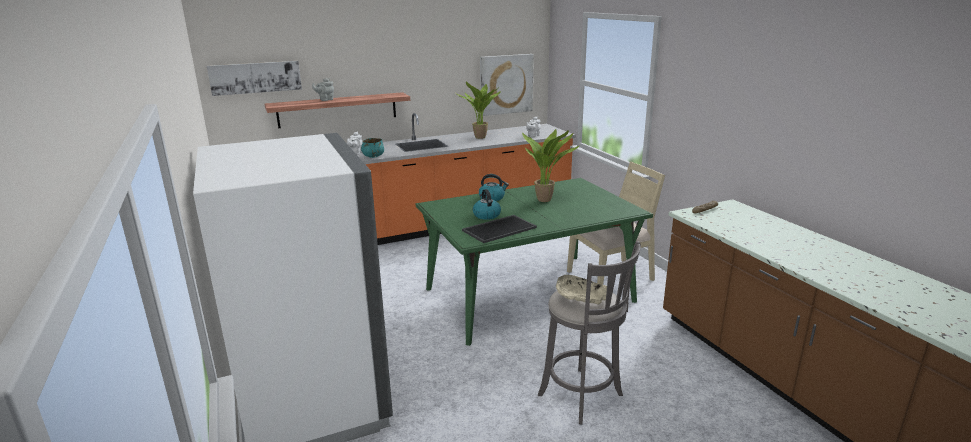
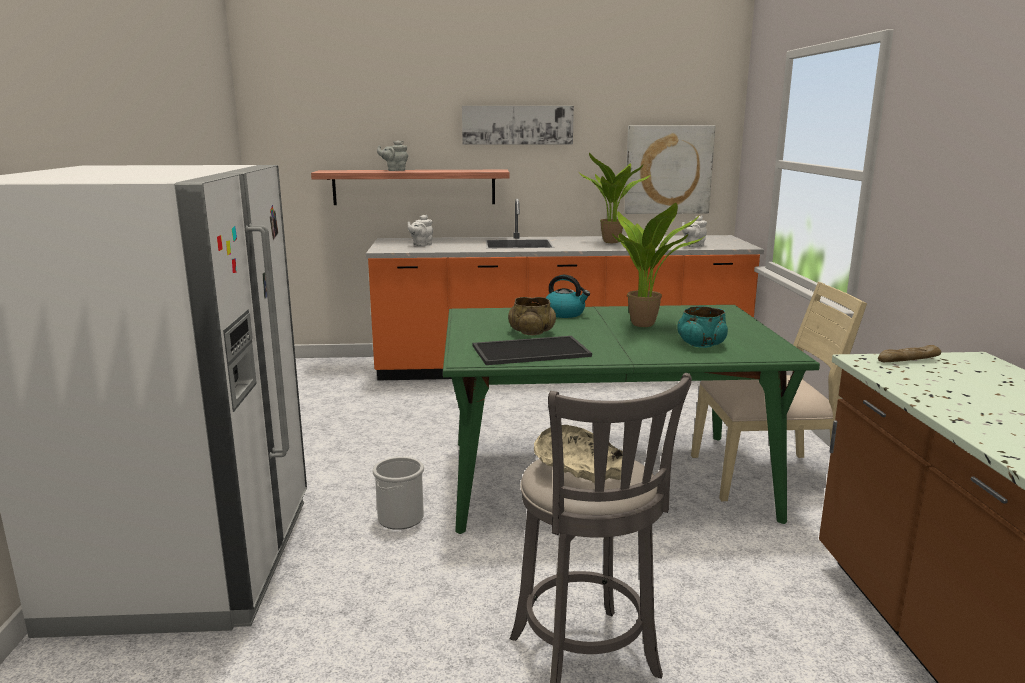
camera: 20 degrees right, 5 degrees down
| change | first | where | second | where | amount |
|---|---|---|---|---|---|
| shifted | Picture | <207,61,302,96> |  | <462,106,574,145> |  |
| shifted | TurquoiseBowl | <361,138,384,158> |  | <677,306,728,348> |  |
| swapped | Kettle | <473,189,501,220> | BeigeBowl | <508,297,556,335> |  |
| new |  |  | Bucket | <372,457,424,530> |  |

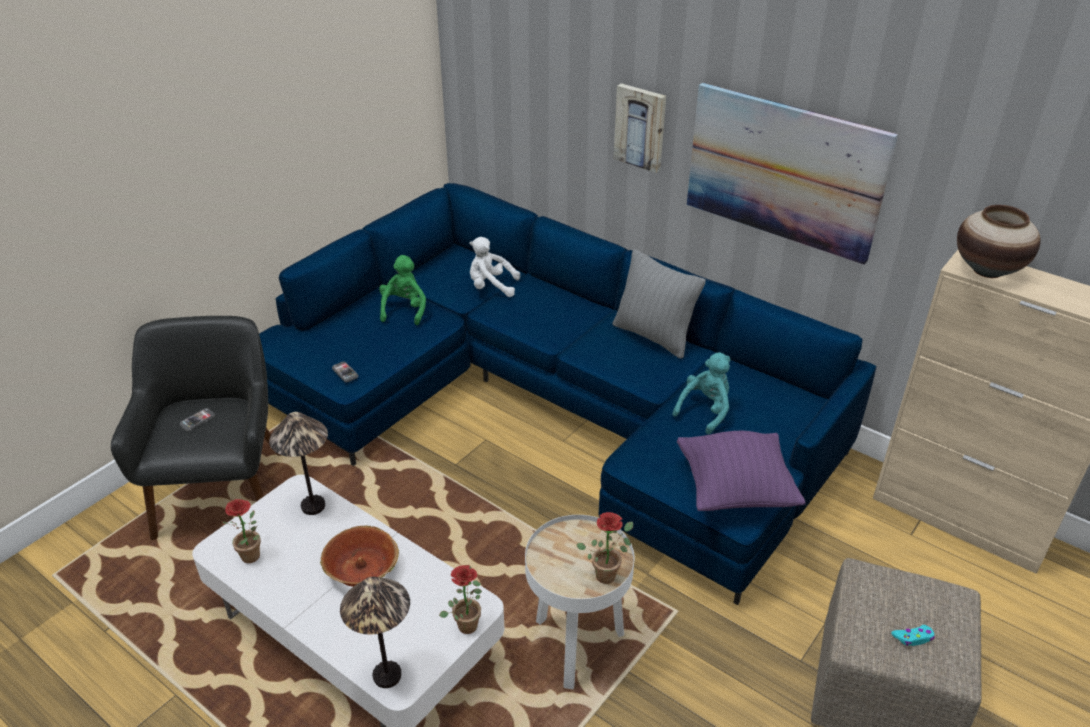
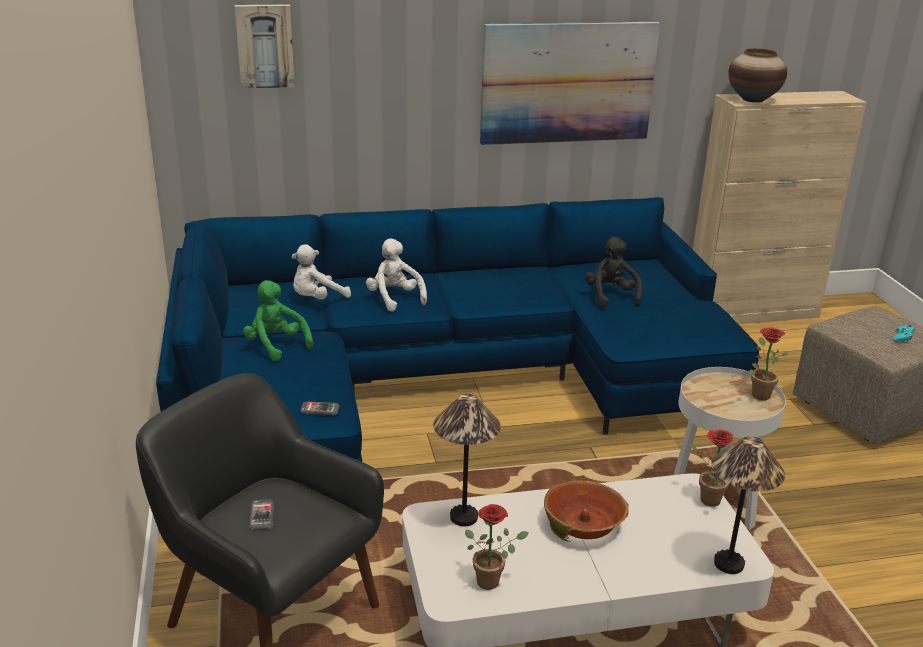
camera: 50 degrees left, 10 degrees down
| change | first | where | second | where | amount |
|---|---|---|---|---|---|
| gone | GreyPillow | <613,249,706,359> |  |  |  |
| shifted | Picture | <614,83,666,173> |  | <235,4,295,89> |  |
| repainted | TurquoisePlushToy | <673,352,731,434> | BlackPlushToy | <585,237,643,307> |  |
| gone | PurplePillow | <677,431,805,511> |  |  |  |
| new |  |  | WhitePlushToy | <366,238,427,312> |  |

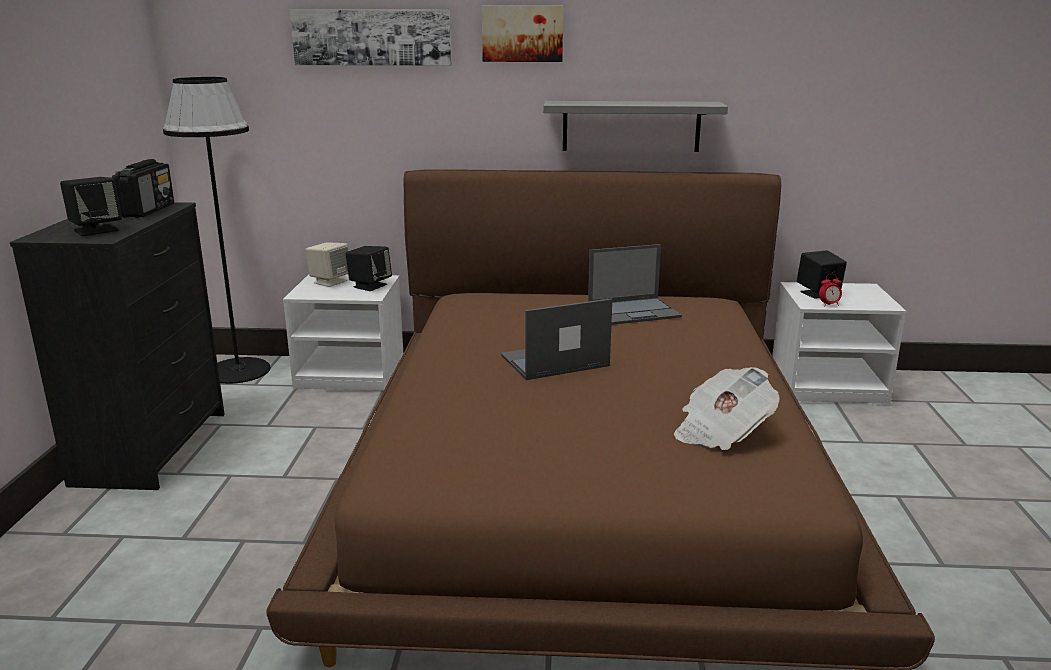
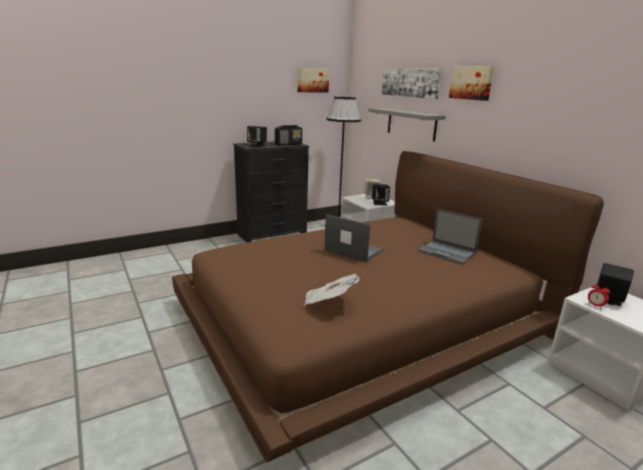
camera: 55 degrees right, 0 degrees up
| change | first | where | second | where | amount |
|---|---|---|---|---|---|
| shifted | GreyShelf | <543,101,728,152> |  | <368,108,446,142> |  |
| new |  |  | Picture | <297,67,329,93> |  |

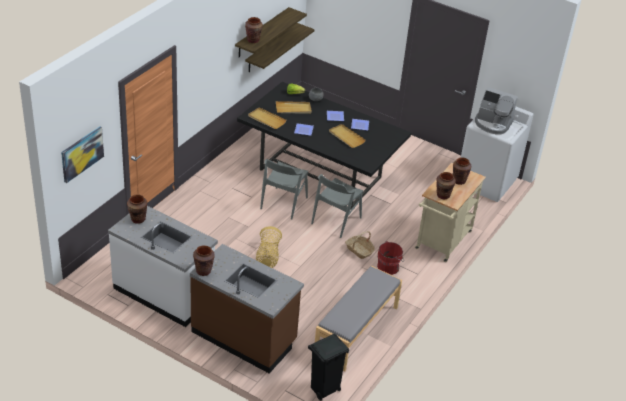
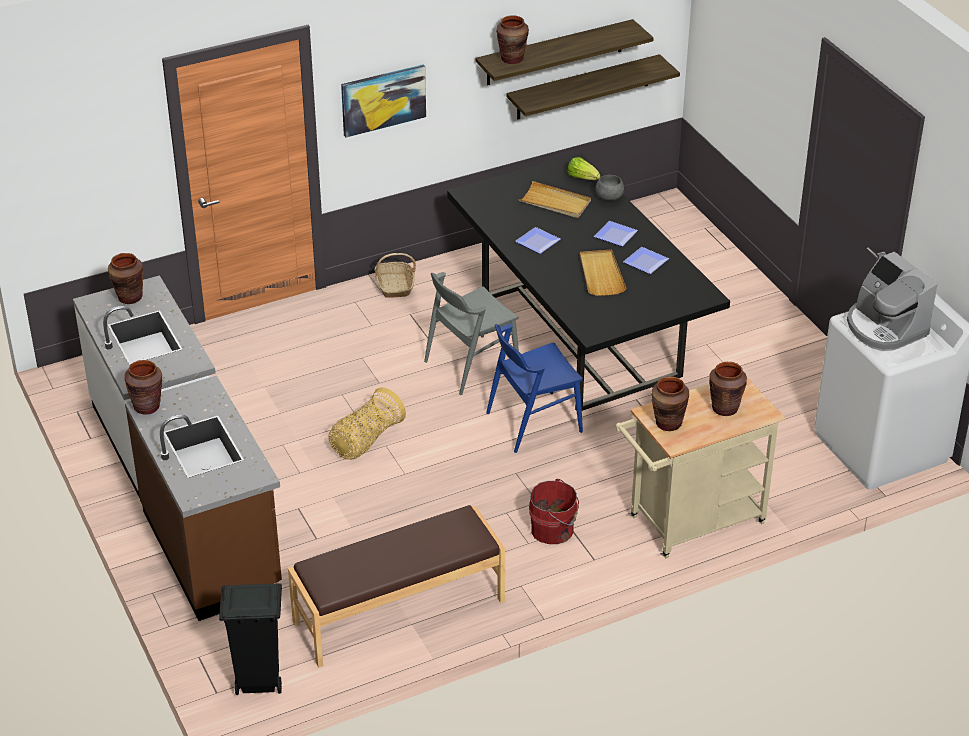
camera: 35 degrees right, 0 degrees up
| change | first | where | second | where | amount |
|---|---|---|---|---|---|
| shifted | Picture | <61,126,104,183> |  | <341,64,426,138> |  |
| gone | BeigeTray | <248,107,286,129> |  |  |  |
| repainted | GreyChair | <311,174,363,238> | BlueChair | <486,324,583,453> |  |
| repainted | GreyBench | <315,266,402,372> | BrownBench | <288,505,505,667> |  |
| shifted | Basket | <345,231,375,259> |  | <374,253,416,298> |  |

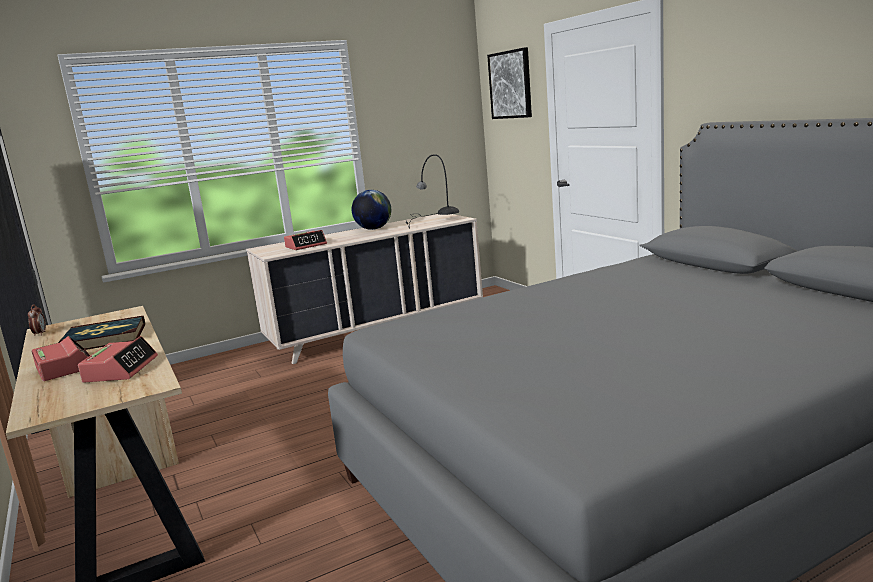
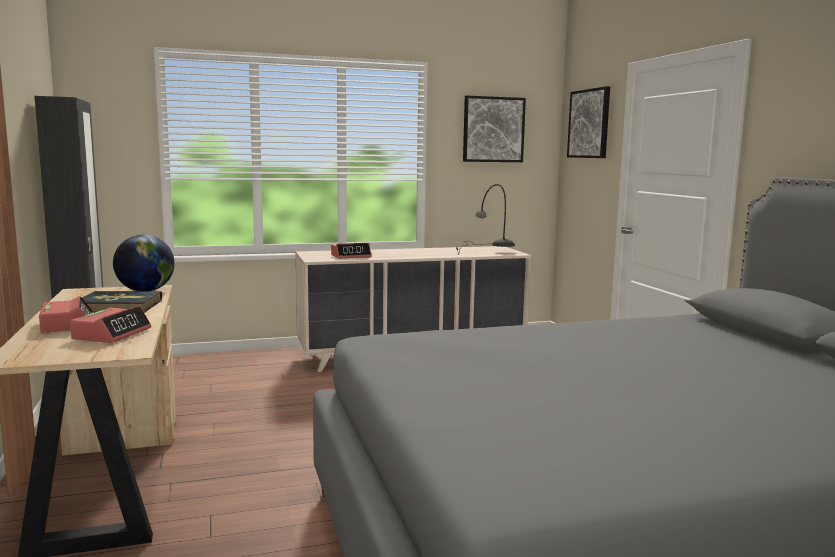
camera: 10 degrees right, 5 degrees down
| change | first | where | second | where | amount |
|---|---|---|---|---|---|
| gone | AlarmClock | <28,305,46,336> |  |  |  |
| shifted | Globe | <352,190,391,230> |  | <113,235,175,291> |  |
| new |  |  | Picture | <463,95,526,162> |  |

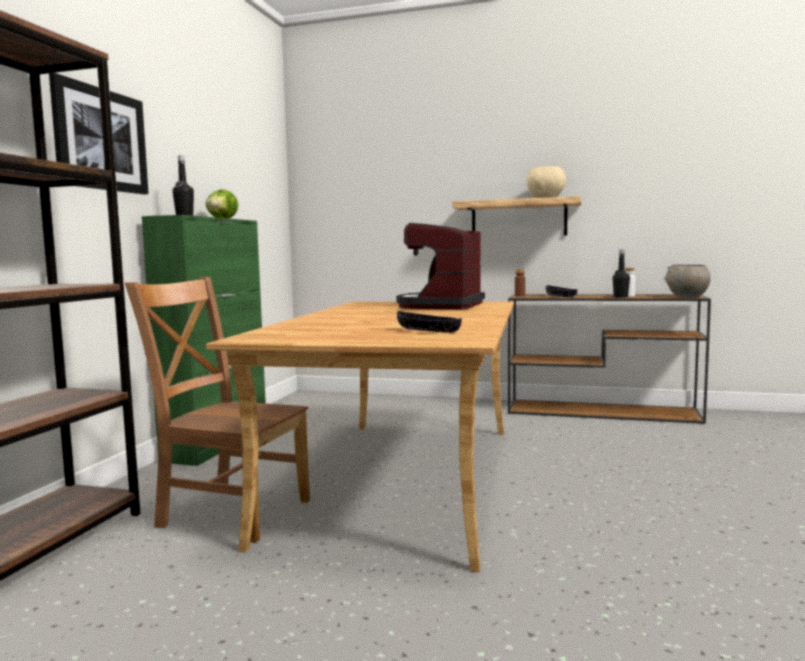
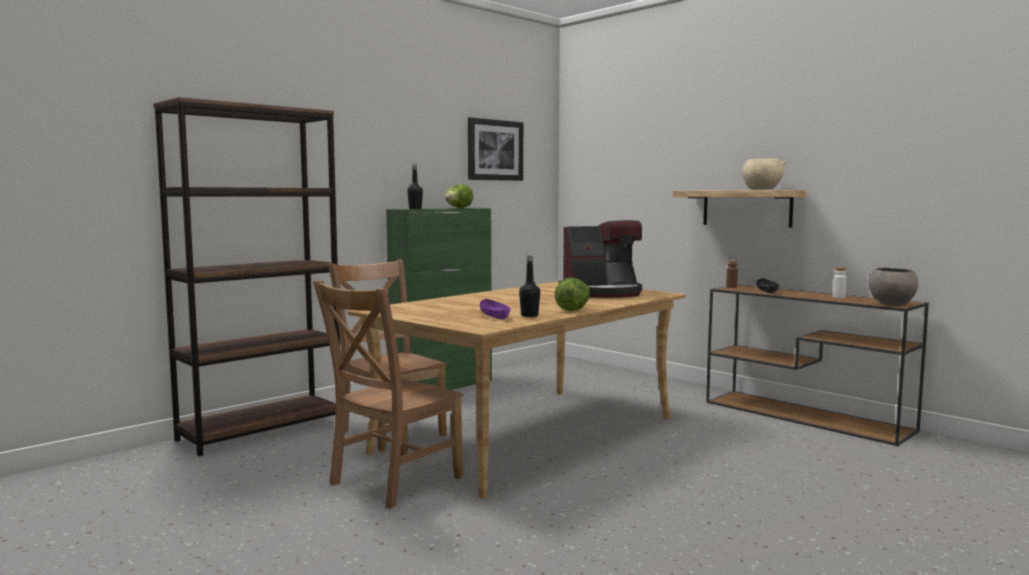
camera: 30 degrees right, 0 degrees up
| change | first | where | second | where | amount |
|---|---|---|---|---|---|
| shifted | Picture | <49,73,149,195> |  | <468,117,523,181> |  |
| rotated | CoffeeMachine | <396,223,485,309> |  | <559,220,642,298> | 150 degrees counterclockwise |
| repainted | BlackBowl | <397,311,462,333> | PurpleBowl | <480,299,510,320> |  |
| shifted | BlackBottle | <613,249,630,298> |  | <519,255,540,317> |  |
| new |  |  | BrownChair | <313,280,464,509> |  |
| new |  |  | Lettuce | <554,277,590,311> |  |

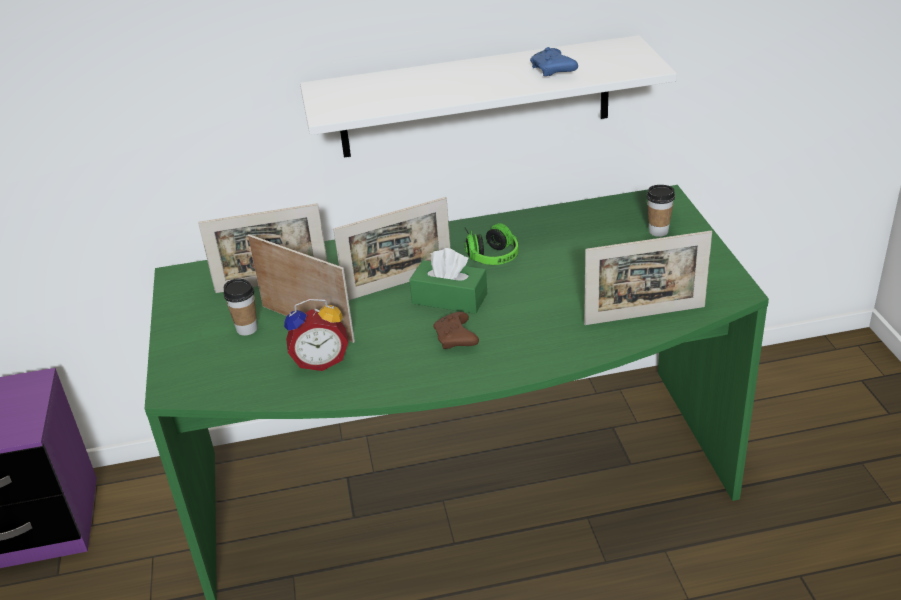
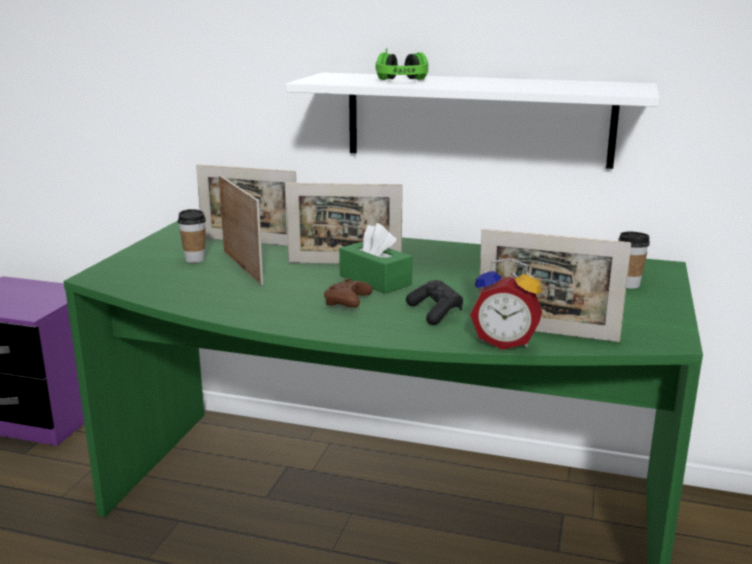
camera: 25 degrees right, 15 degrees down
| change | first | where | second | where | amount |
|---|---|---|---|---|---|
| shifted | AlarmClock | <284,299,348,371> |  | <470,258,542,350> |  |
| shifted | Headphones | <464,223,519,265> |  | <375,48,428,80> |  |
| gone | BlueGameController | <530,47,578,76> |  |  |  |
| new |  |  | BlackGameController | <406,280,463,325> |  |

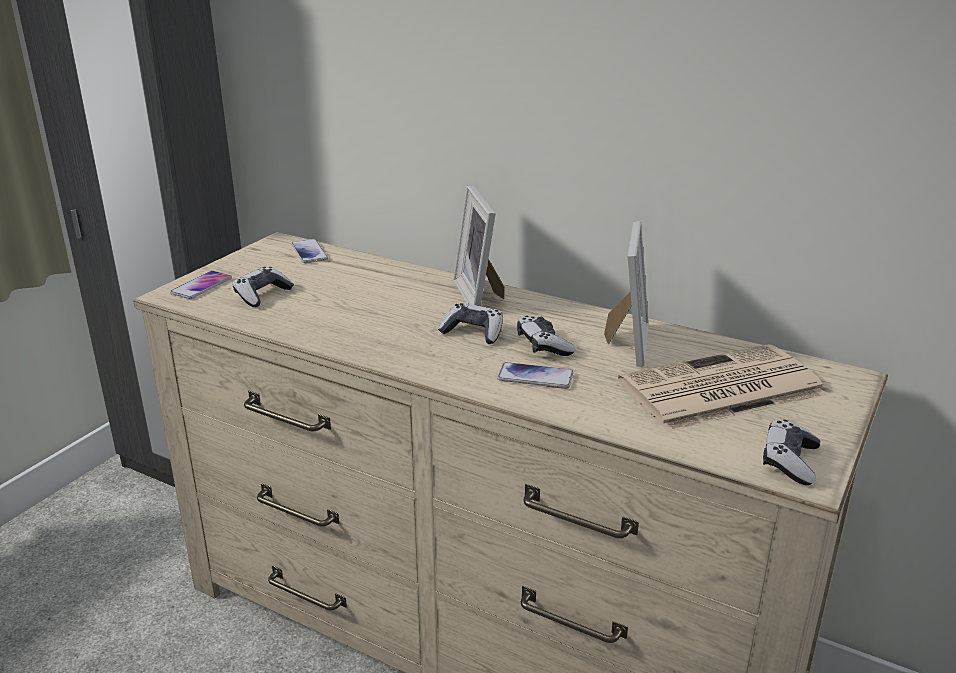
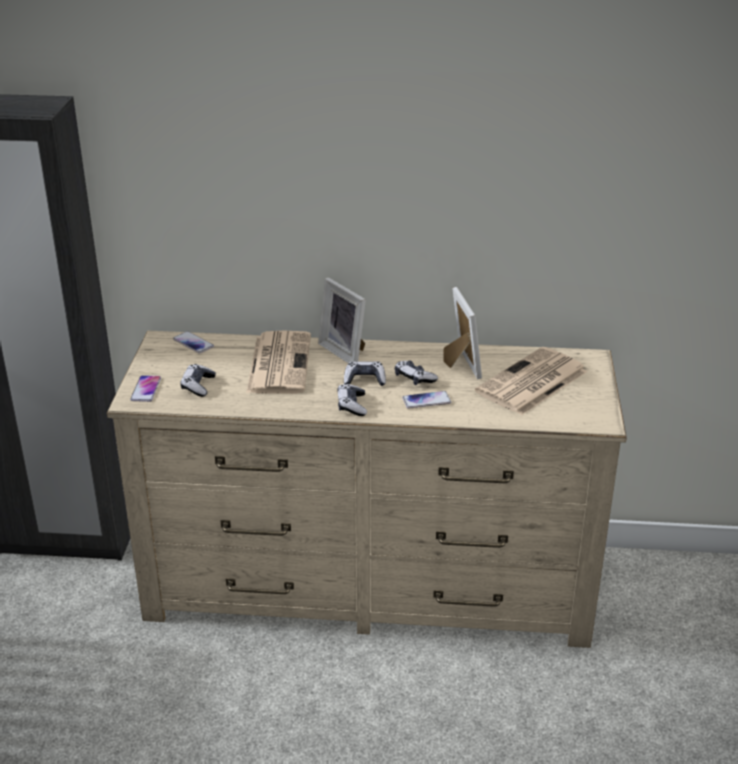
camera: 25 degrees left, 5 degrees up
| change | first | where | second | where | amount |
|---|---|---|---|---|---|
| shifted | GameController | <763,420,821,485> |  | <337,384,367,416> |  |
| new |  |  | Newspaper | <246,331,311,394> |  |

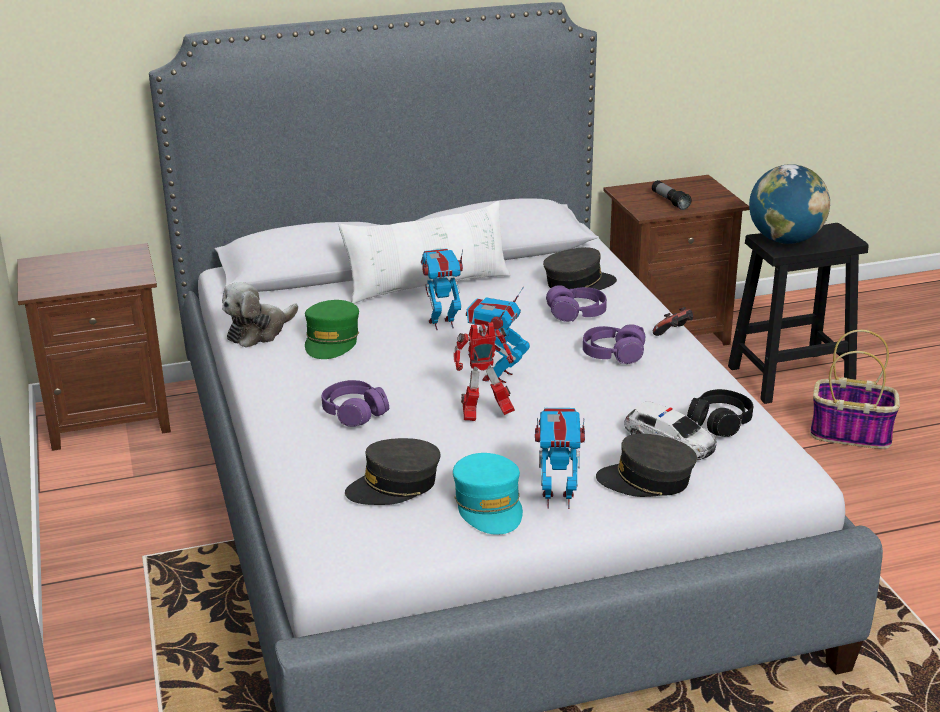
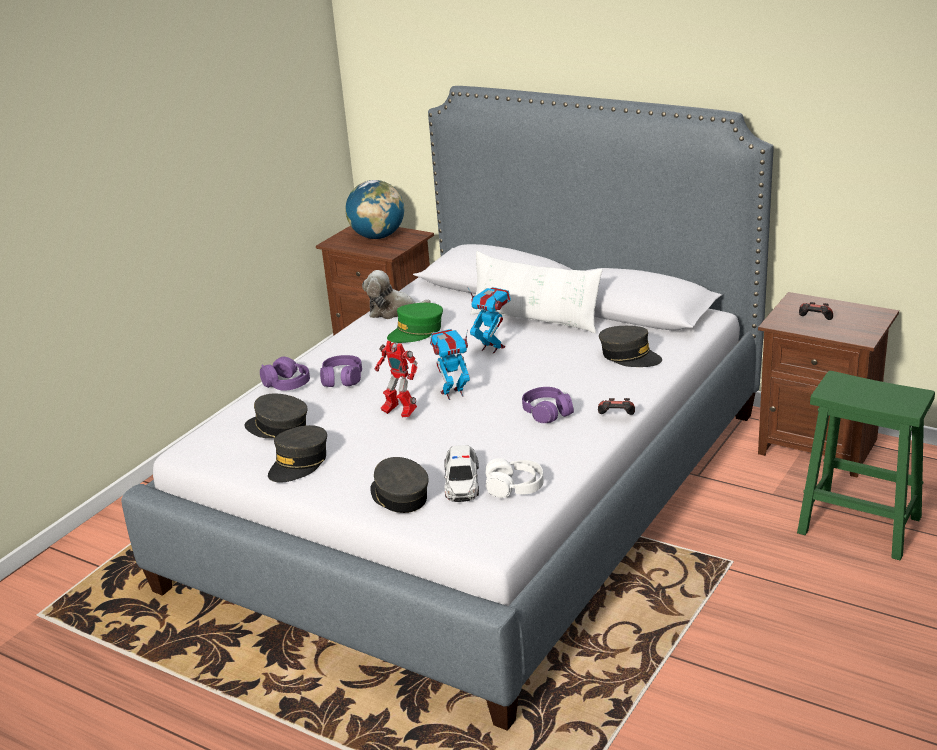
camera: 50 degrees right, 0 degrees up
| change | first | where | second | where | amount |
|---|---|---|---|---|---|
| repainted | TurquoiseCap | <453,453,523,535> | GreyCap | <268,425,327,483> |  |
| gone | ToyRobot | <535,408,585,509> |  |  |  |
| shifted | PurpleHeadphones | <546,285,607,322> |  | <260,357,310,391> |  |
| swapped | Flashlight | <652,180,692,210> | GameController | <799,302,833,320> |  |
| repainted | BlackHeadphones | <687,389,753,437> | WhiteHeadphones | <485,458,544,498> |  |
| repainted | BlackStool | <728,223,869,404> | GreenStool | <797,371,935,560> |  |
| shifted | Globe | <749,164,830,244> |  | <345,180,404,239> |  |
| gone | Basket | <810,330,900,449> |  |  |  |

